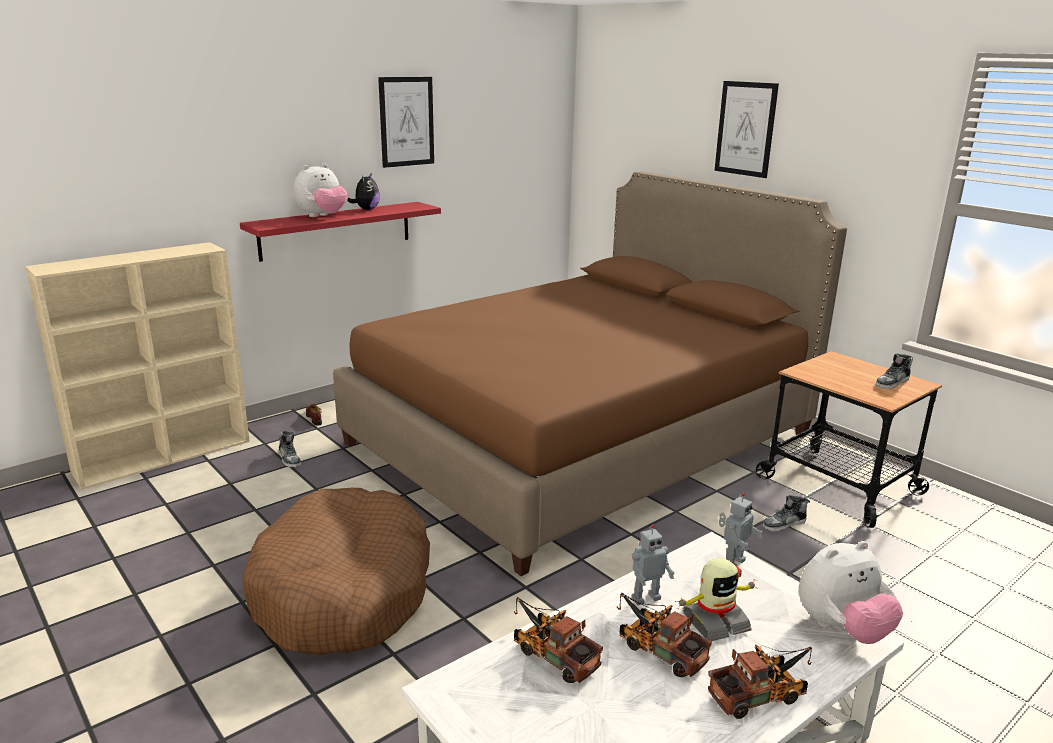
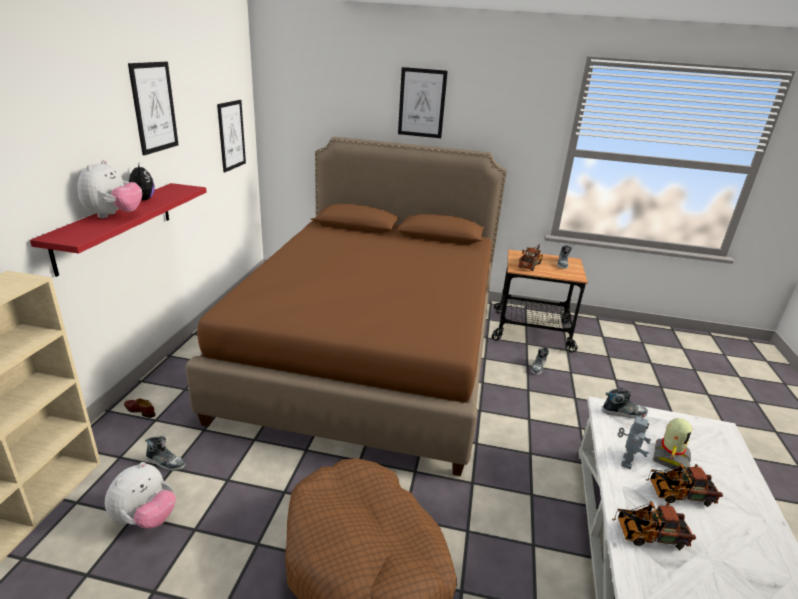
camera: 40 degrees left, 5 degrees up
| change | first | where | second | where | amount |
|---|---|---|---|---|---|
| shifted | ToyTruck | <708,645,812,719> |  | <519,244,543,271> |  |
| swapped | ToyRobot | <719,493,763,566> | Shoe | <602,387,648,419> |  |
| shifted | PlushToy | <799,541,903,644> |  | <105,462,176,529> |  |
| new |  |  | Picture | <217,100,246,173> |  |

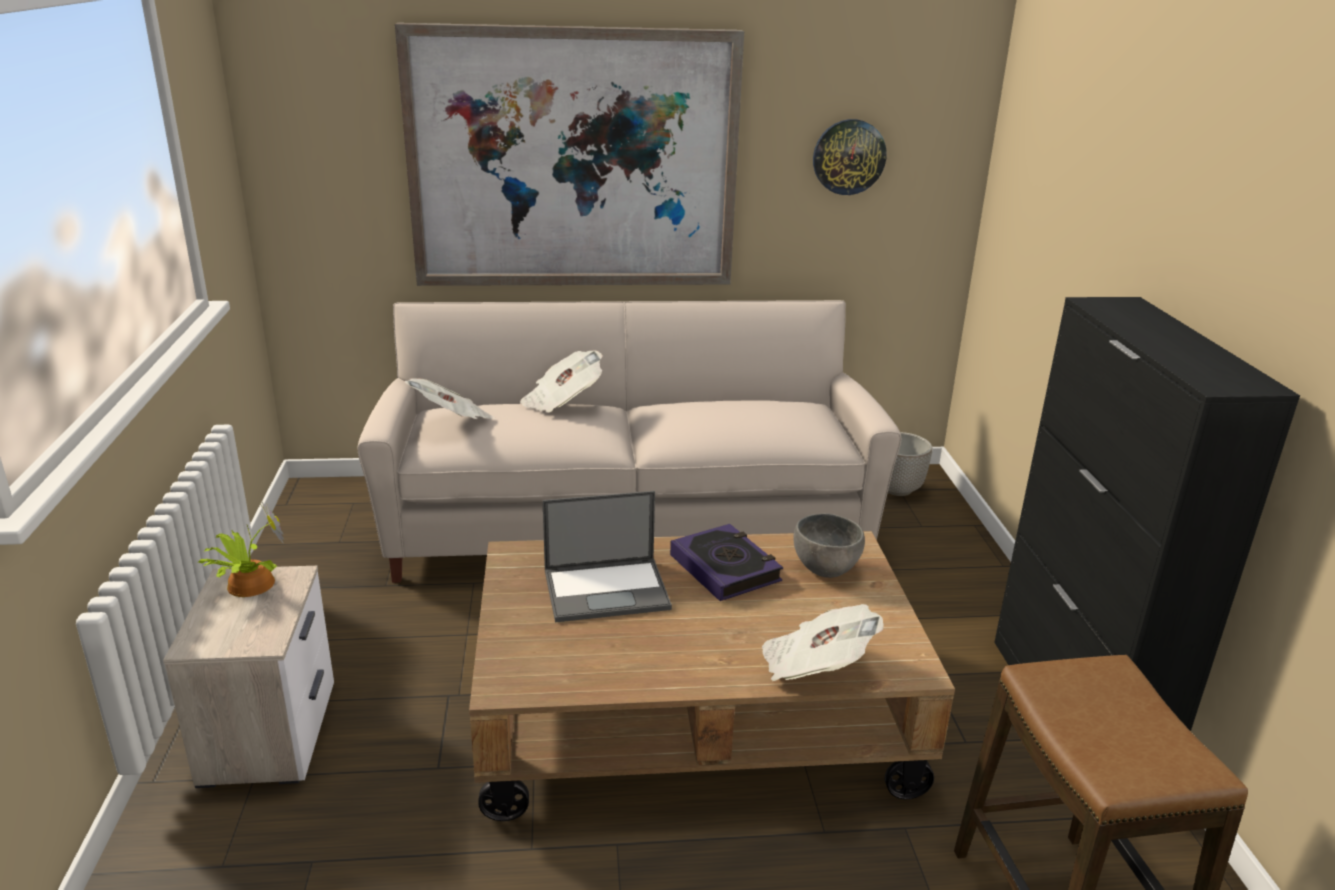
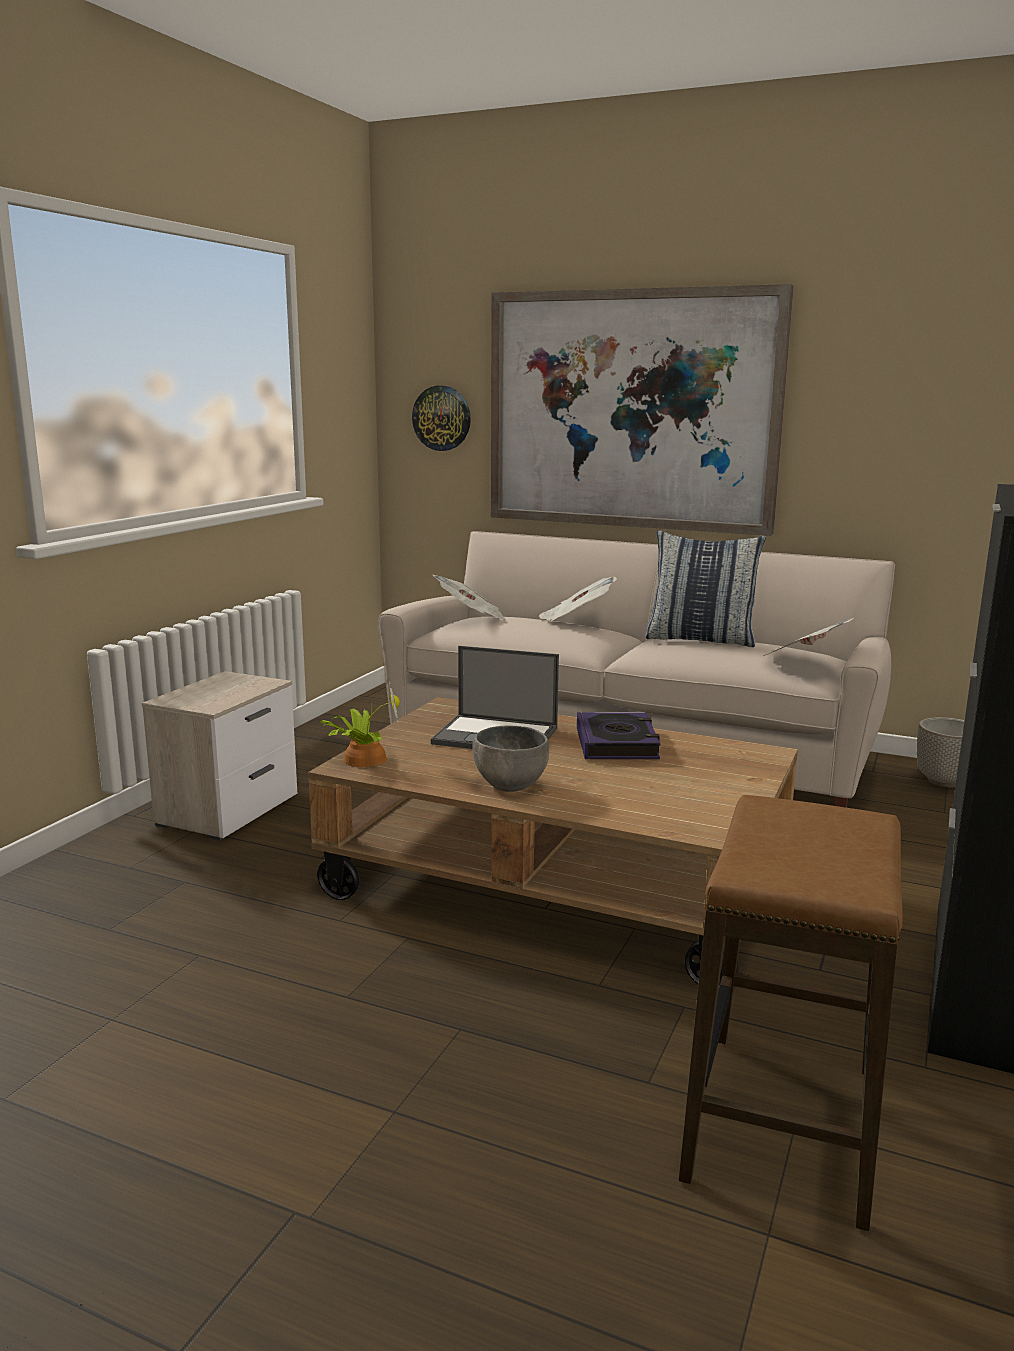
camera: 30 degrees right, 10 degrees down
| change | first | where | second | where | amount |
|---|---|---|---|---|---|
| shifted | PottedPlant | <198,502,284,597> |  | <320,684,400,767> |  |
| shifted | Newspaper | <762,604,884,681> |  | <764,618,854,656> |  |
| shifted | GreyBowl | <793,513,865,578> |  | <472,726,549,792> |  |
| shifted | WallClock | <813,119,887,195> |  | <412,386,471,451> |  |
| new |  |  | Pillow | <645,530,766,647> |  |

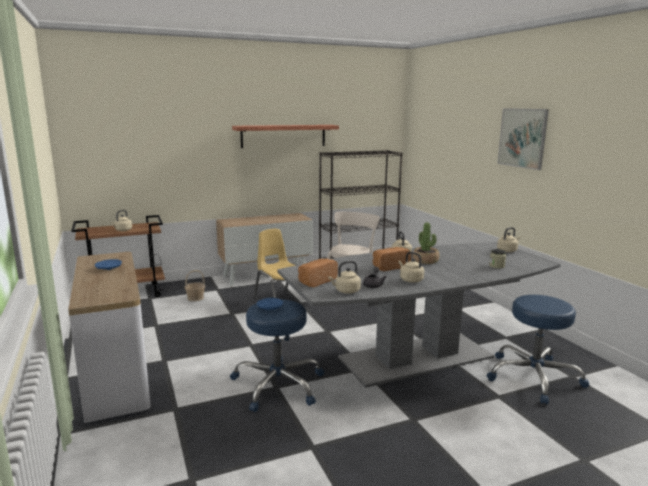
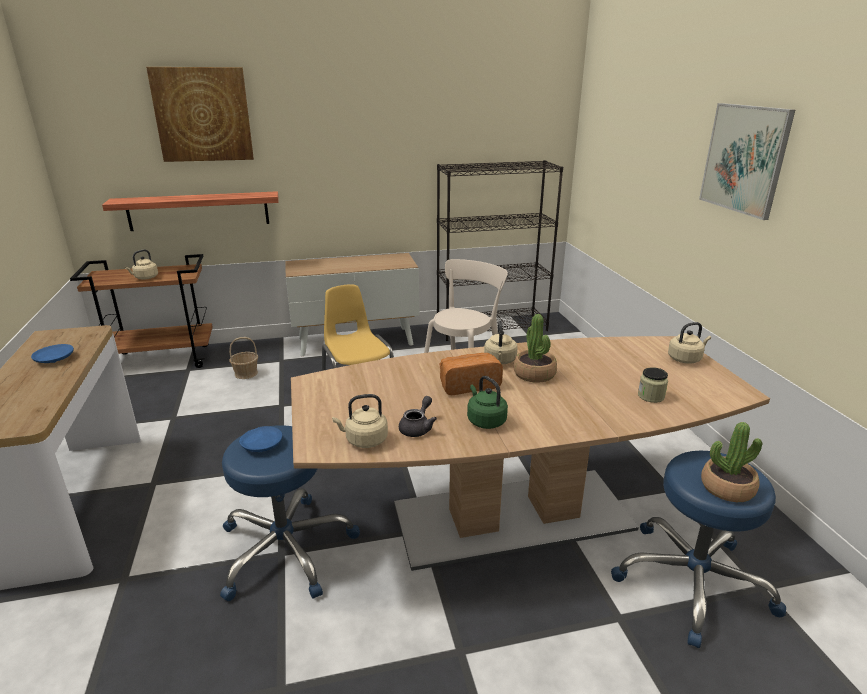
camera: 10 degrees right, 10 degrees up
| change | first | where | second | where | amount |
|---|---|---|---|---|---|
| shifted | Shelf | <232,125,339,148> |  | <102,191,279,231> |  |
| repainted | GreyDiningTable | <278,242,561,388> | BrownDiningTable | <291,336,770,571> |  |
| gone | Bread | <298,259,338,287> |  |  |  |
| repainted | BeigeKettle | <398,252,424,283> | GreenKettle | <467,376,508,429> |  |
| new |  |  | Picture | <146,67,254,162> |  |
| new |  |  | PottedPlant | <701,422,762,502> |  |

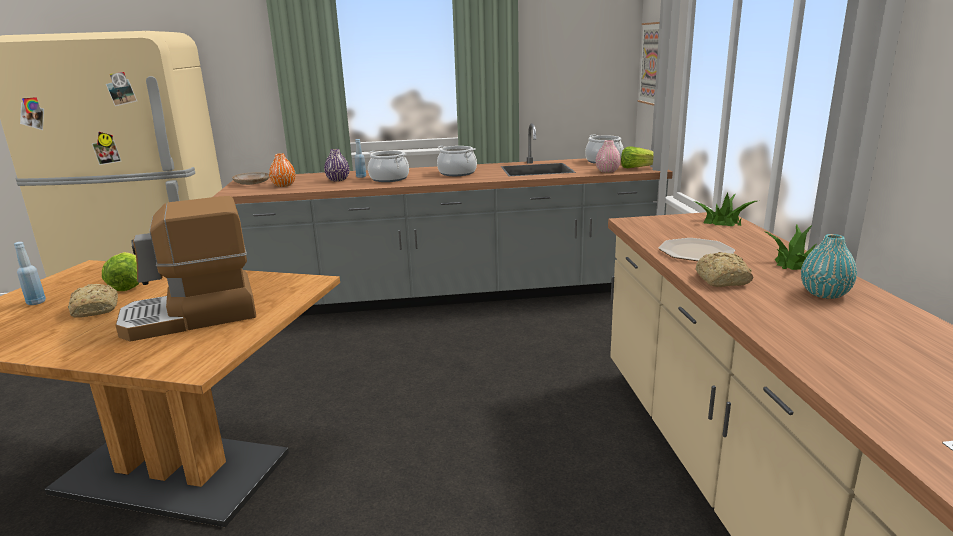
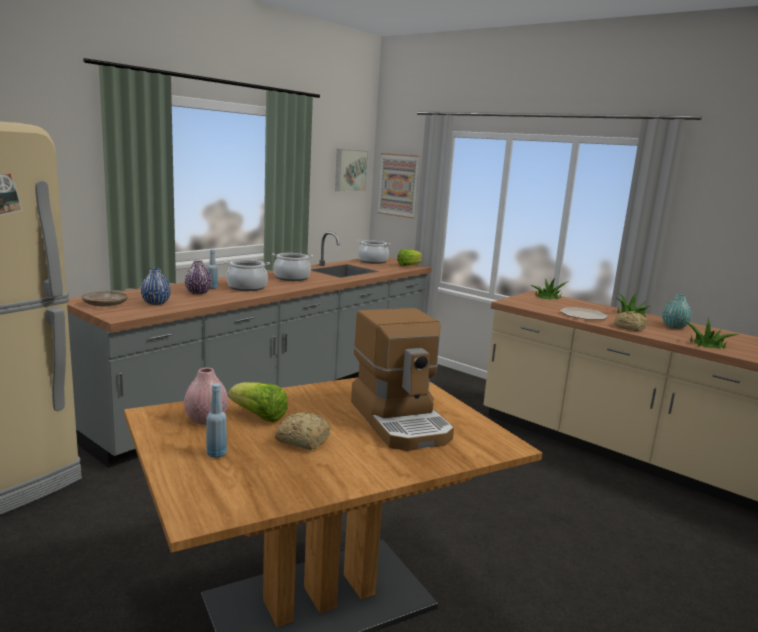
camera: 45 degrees left, 5 degrees down
| change | first | where | second | where | amount |
|---|---|---|---|---|---|
| rotated | CoffeeMachine | <115,196,256,341> |  | <351,308,454,451> | 45 degrees counterclockwise |
| repainted | OrangeVase | <269,153,296,187> | BlueVase | <141,268,171,305> |  |
| shifted | PinkVase | <596,140,621,173> |  | <184,368,229,425> |  |
| new |  |  | Picture | <335,149,368,192> |  |
| new |  |  | PottedPlant | <686,318,739,349> |  |

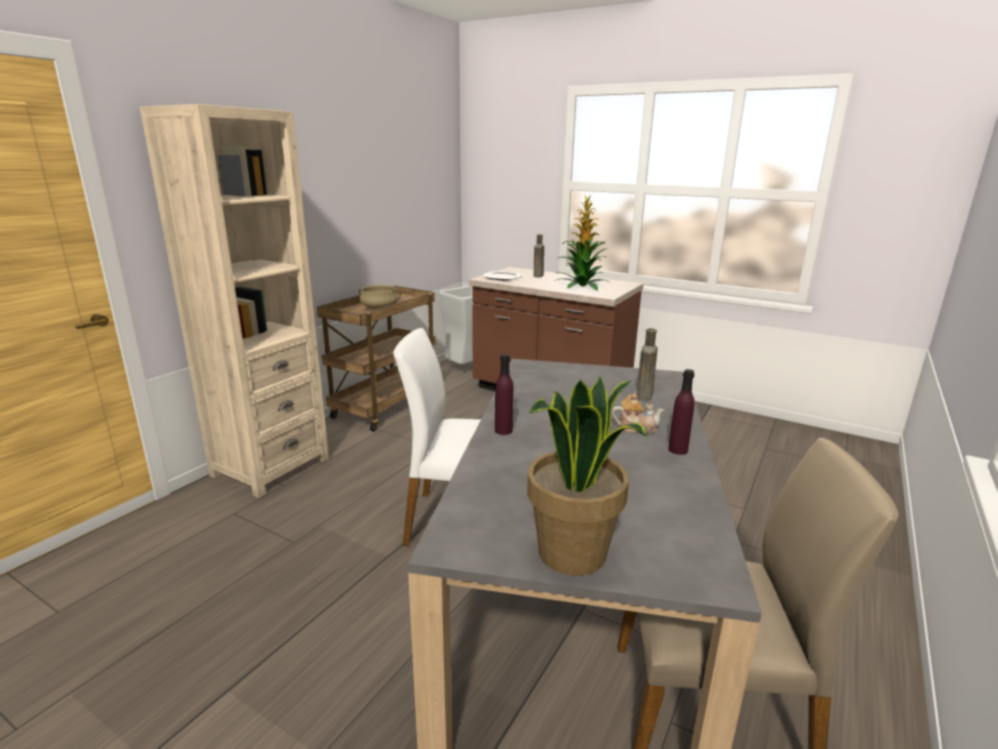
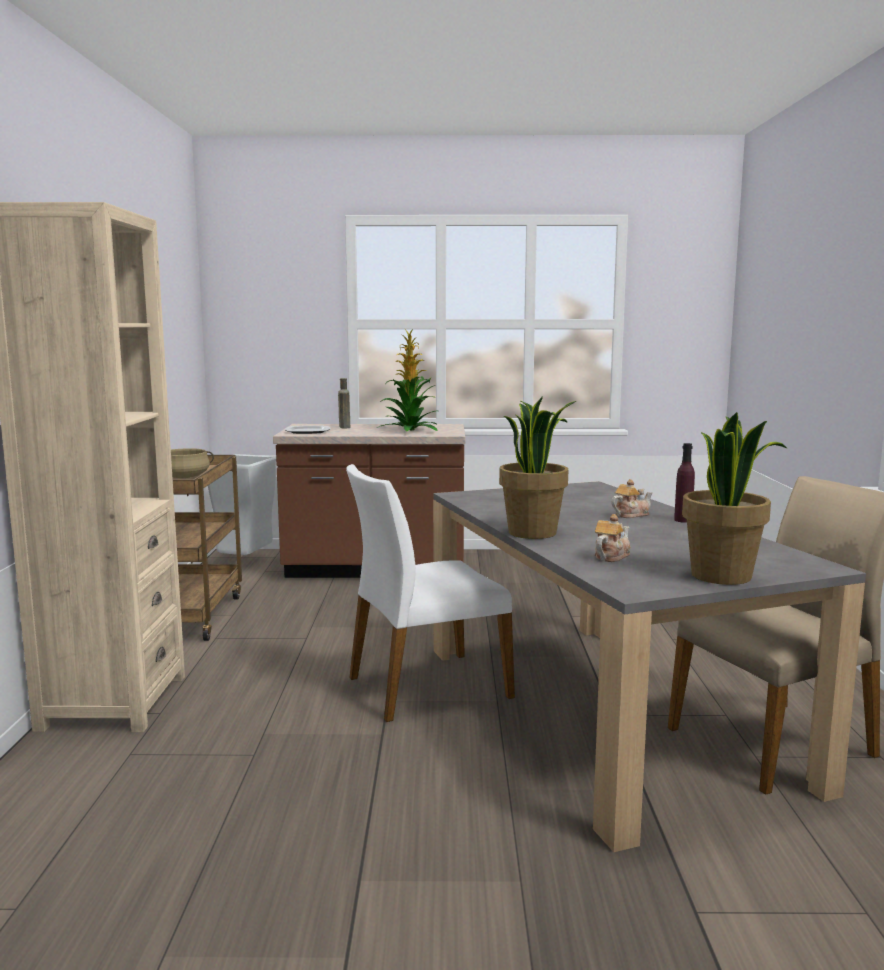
camera: 30 degrees left, 10 degrees down
| change | first | where | second | where | amount |
|---|---|---|---|---|---|
| swapped | PurpleBottle | <495,354,513,435> | PottedPlant | <499,396,576,539> |  |
| gone | BrownBottle | <637,328,658,401> |  |  |  |
| new |  |  | Teapot | <594,514,630,562> |  |

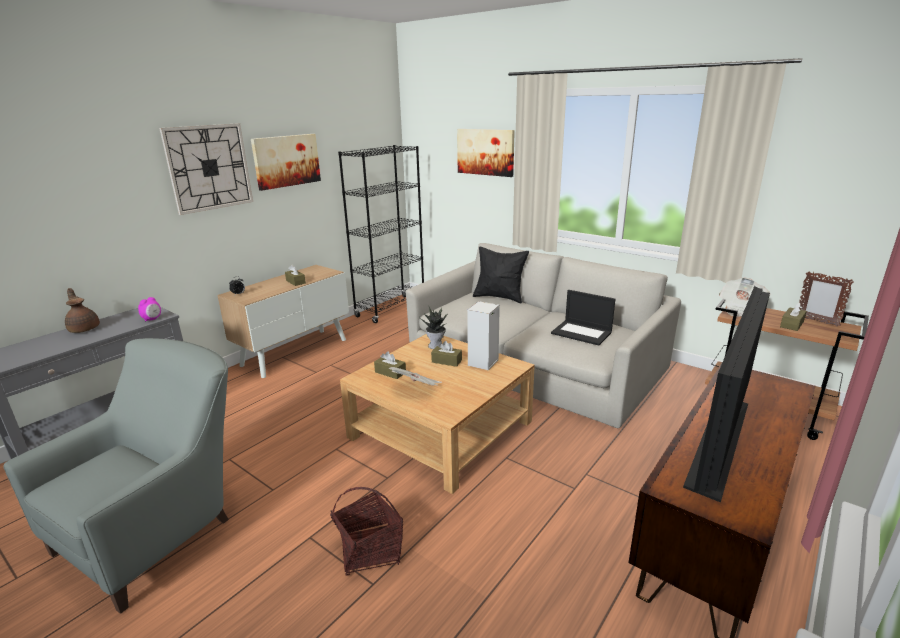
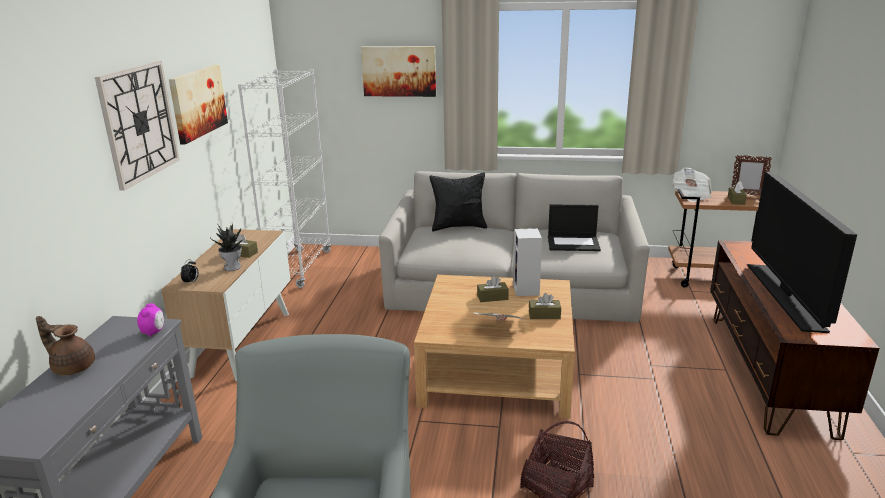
camera: 30 degrees left, 0 degrees up
| change | first | where | second | where | amount |
|---|---|---|---|---|---|
| repainted | BlackBookcase | <338,145,424,323> | WhiteBookcase | <238,69,331,288> |  |
| shifted | BrownTissueBox | <374,351,406,379> |  | <529,293,561,319> |  |
| shifted | PottedPlant | <419,305,448,349> |  | <210,223,245,271> |  |

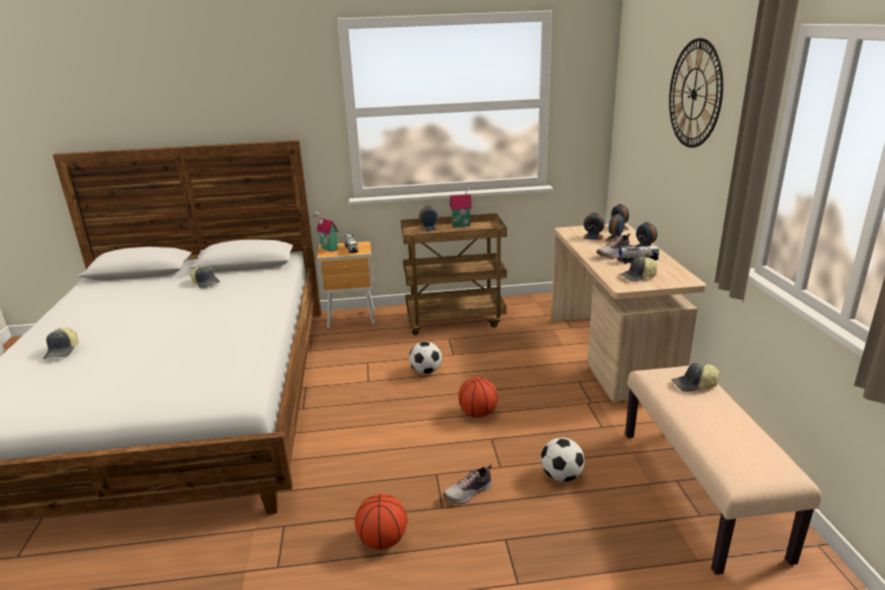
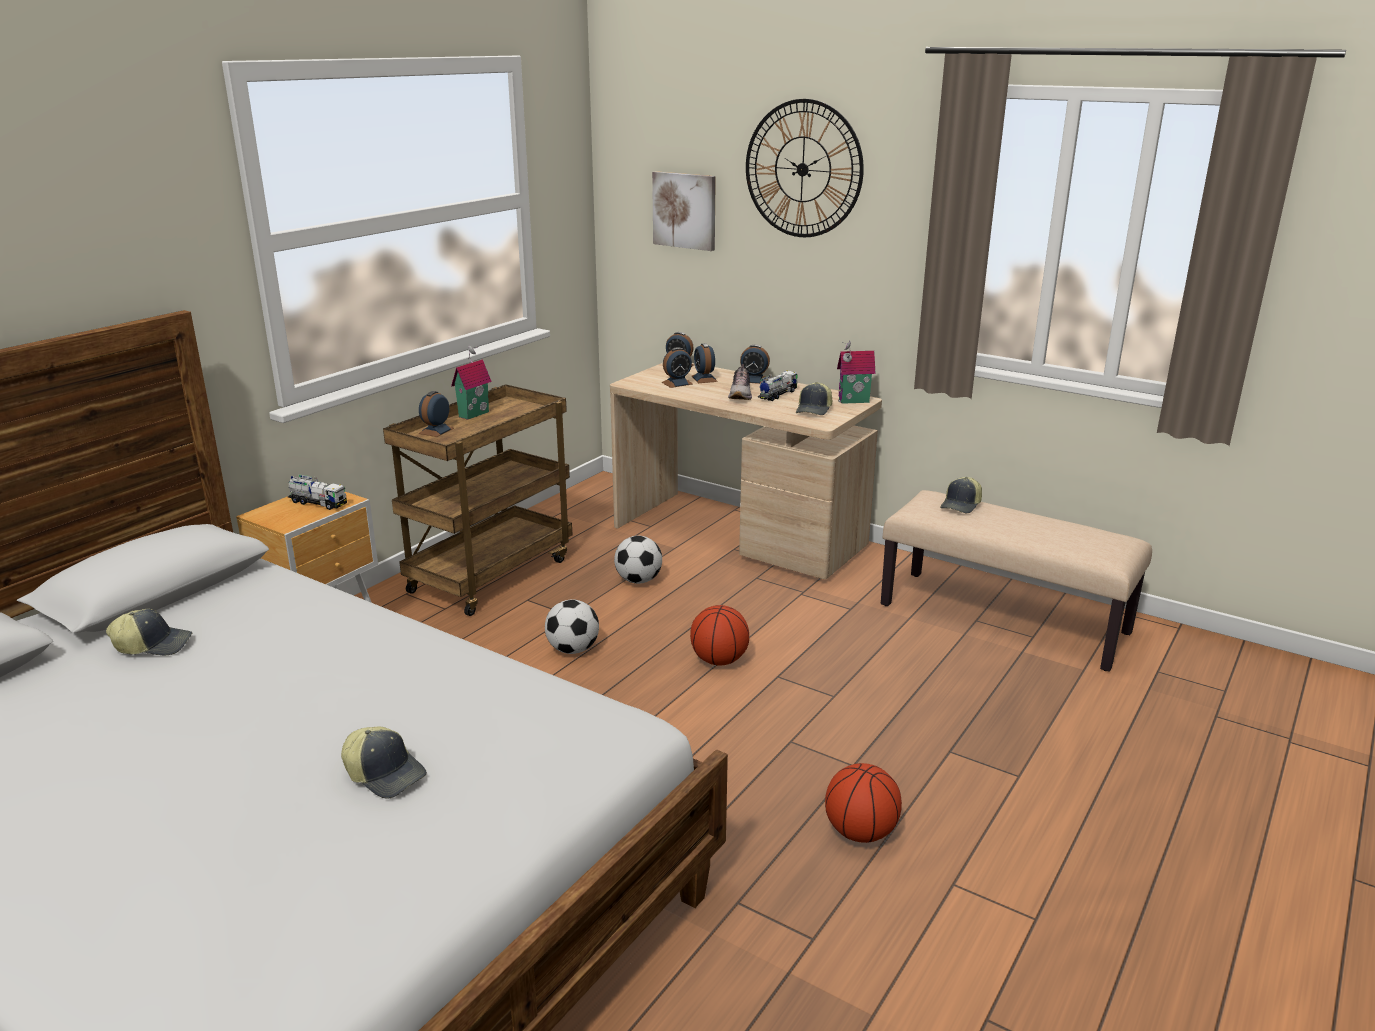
camera: 50 degrees left, 0 degrees up
| change | first | where | second | where | amount |
|---|---|---|---|---|---|
| shifted | Cap | <43,328,79,359> |  | <341,727,427,799> |  |
| shifted | ToyHouse | <313,212,339,252> |  | <837,341,875,404> |  |
| gone | Shoe | <443,465,492,504> |  |  |  |
| shifted | Football | <541,438,585,482> |  | <614,536,662,584> |  |
| new |  |  | Picture | <652,171,716,251> |  |

